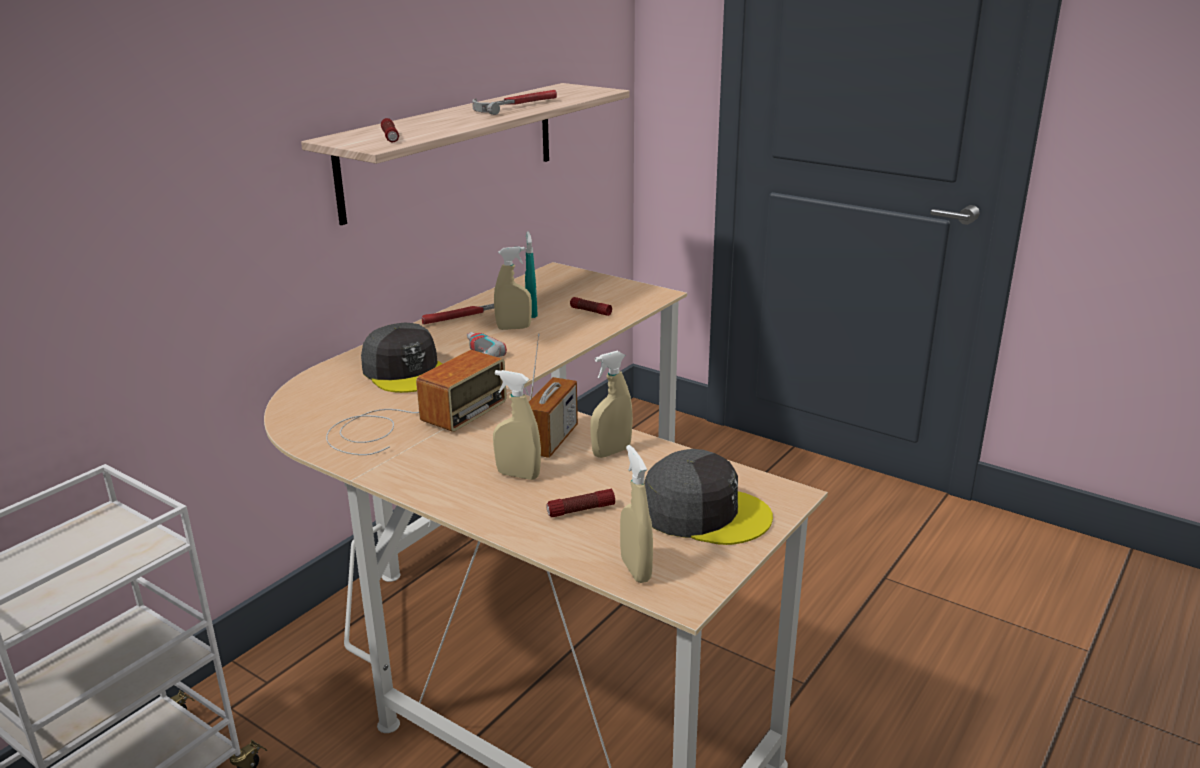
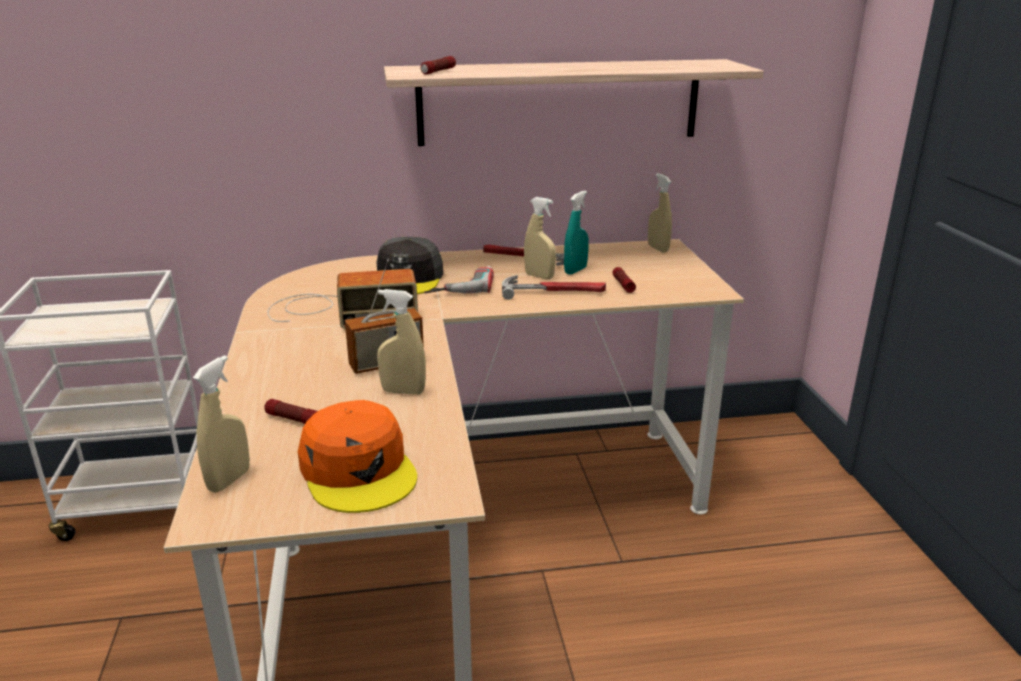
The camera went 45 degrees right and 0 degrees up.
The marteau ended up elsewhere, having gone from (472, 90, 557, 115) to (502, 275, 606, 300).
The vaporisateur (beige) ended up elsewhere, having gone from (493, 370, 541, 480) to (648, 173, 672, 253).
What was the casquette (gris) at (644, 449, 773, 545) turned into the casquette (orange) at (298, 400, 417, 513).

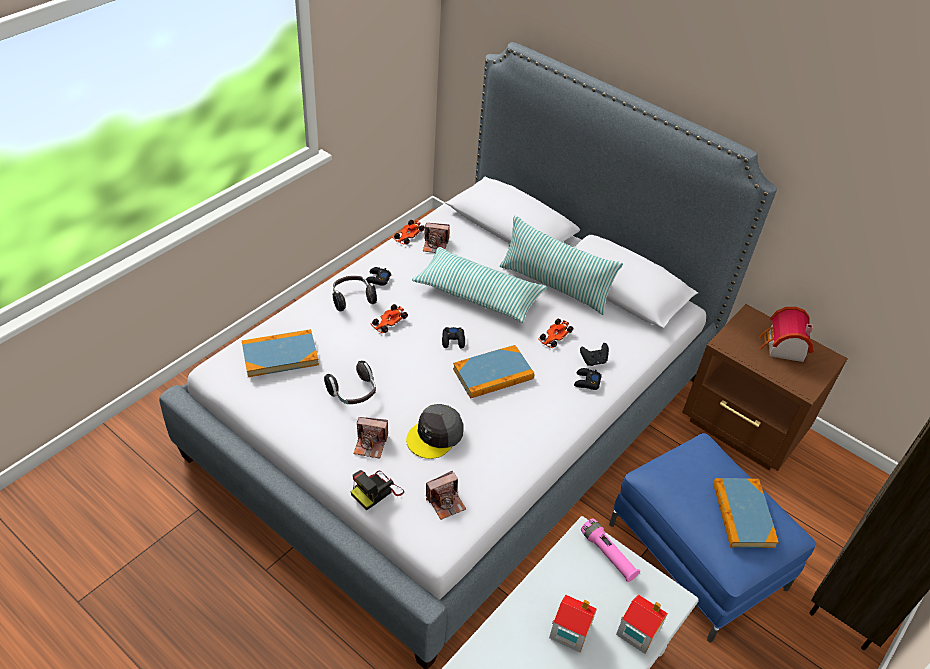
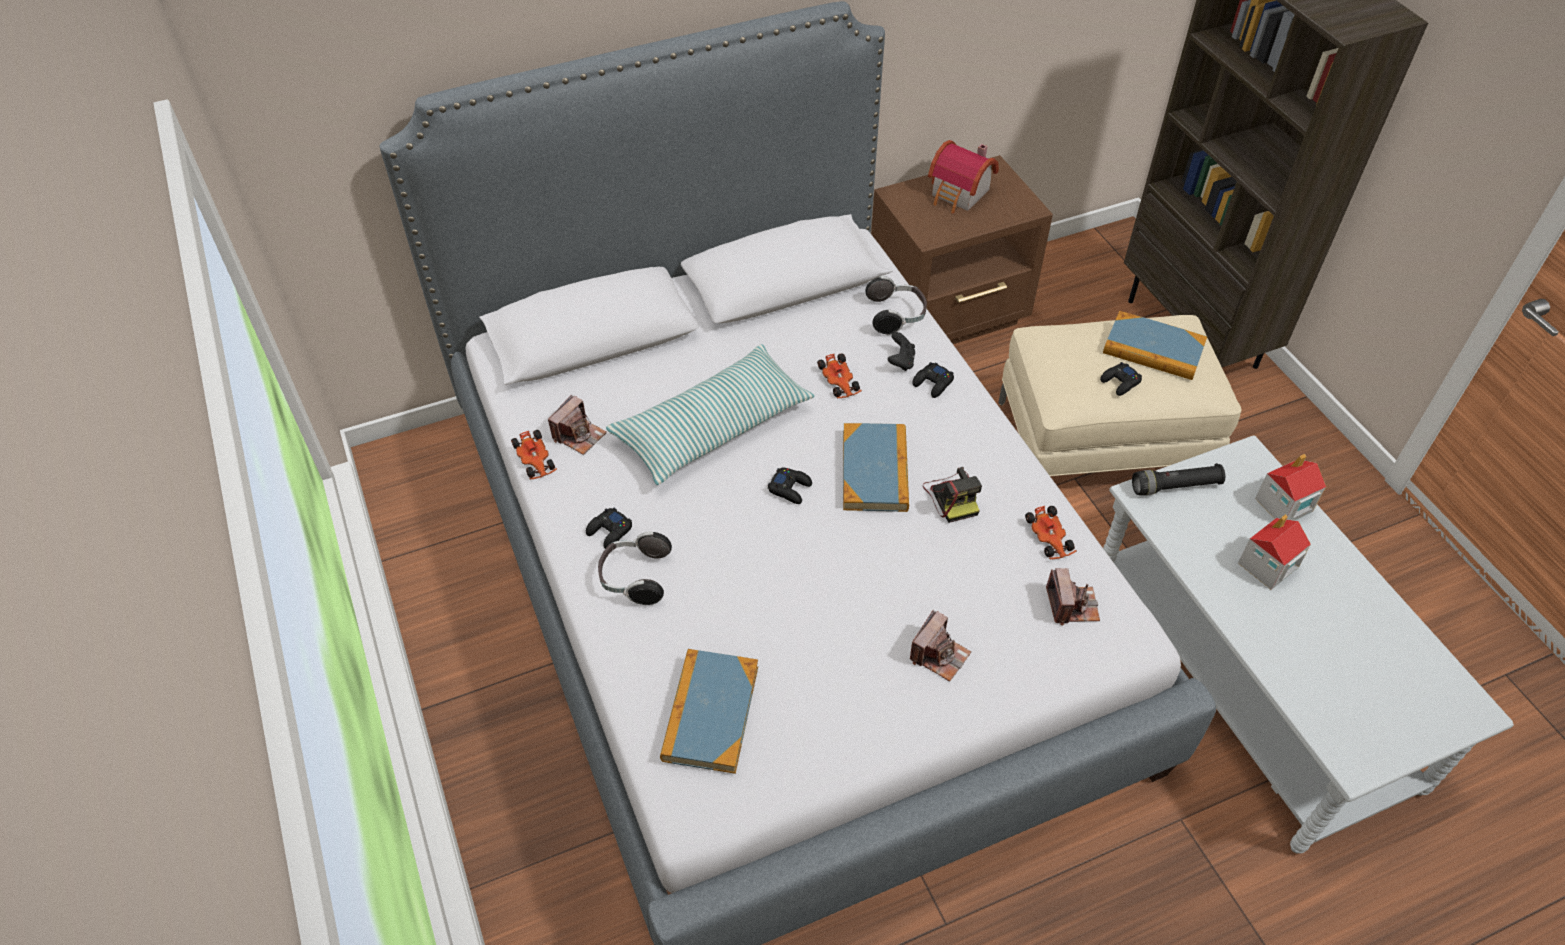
The camera went 60 degrees left and 5 degrees up.
The casque audio ended up elsewhere, having gone from (324, 360, 376, 404) to (865, 276, 927, 335).
The appareil photo ended up elsewhere, having gone from (351, 470, 404, 510) to (923, 467, 982, 523).
The petite voiture ended up elsewhere, having gone from (370, 304, 408, 333) to (1025, 506, 1077, 559).
The second view lost the casquette (gris) at (406, 404, 463, 459).
The second view lost the coussin at (500, 216, 623, 315).
What was the lampe de poche (rose) at (581, 518, 641, 582) turned into the lampe de poche (noir) at (1132, 463, 1225, 495).
What was the pouf (bleu) at (609, 433, 816, 642) turned into the pouf (beige) at (998, 315, 1242, 476).
The second view gained the manette (noir) at (1100, 362, 1142, 396).

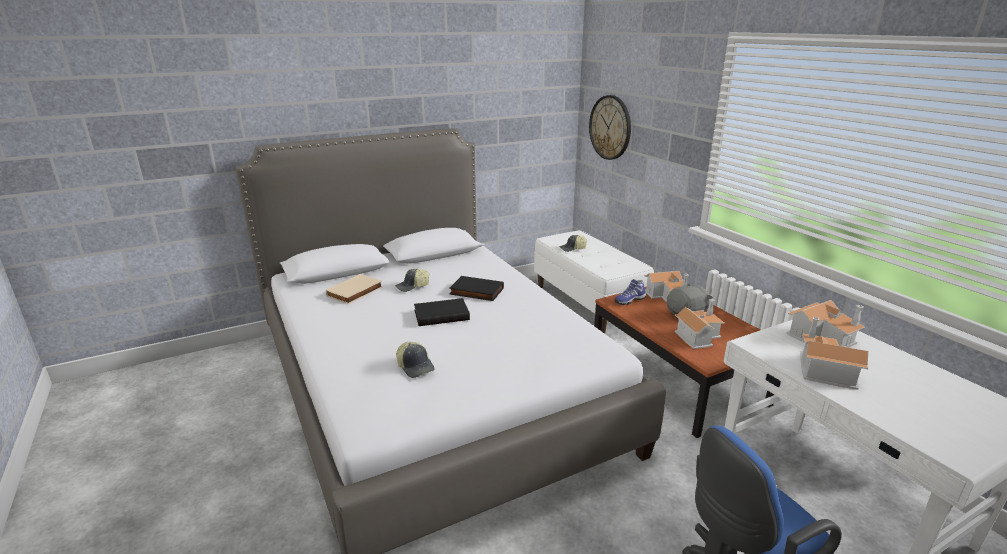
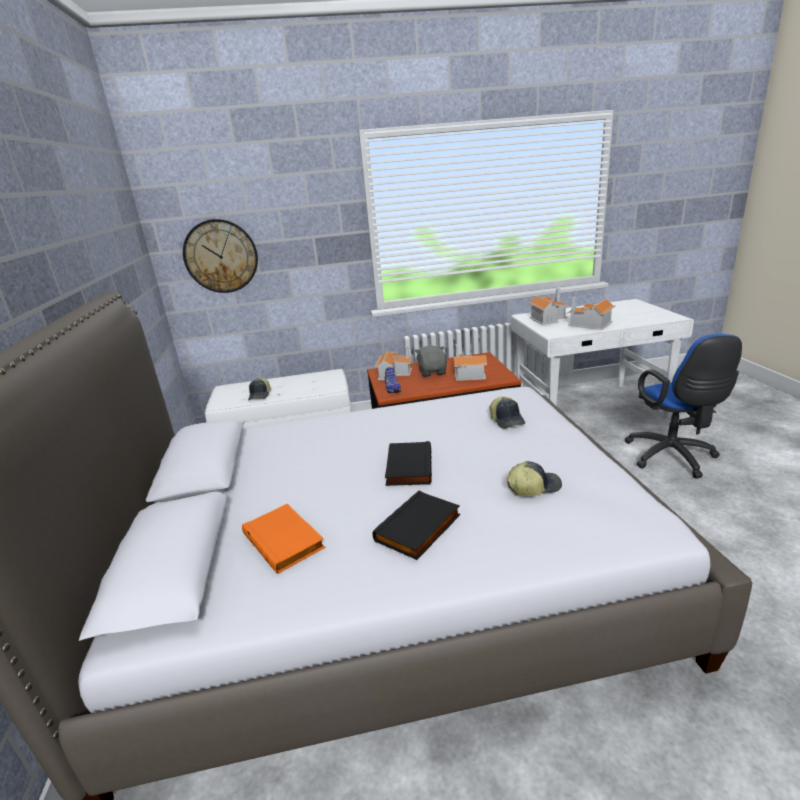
The camera went 70 degrees left and 0 degrees up.
What was the livre (beige) at (326, 274, 383, 304) turned into the livre (orange) at (242, 504, 325, 574).
The casquette ended up elsewhere, having gone from (395, 268, 429, 292) to (490, 397, 525, 429).
The livre (noir) ended up elsewhere, having gone from (449, 276, 504, 301) to (372, 491, 460, 560).

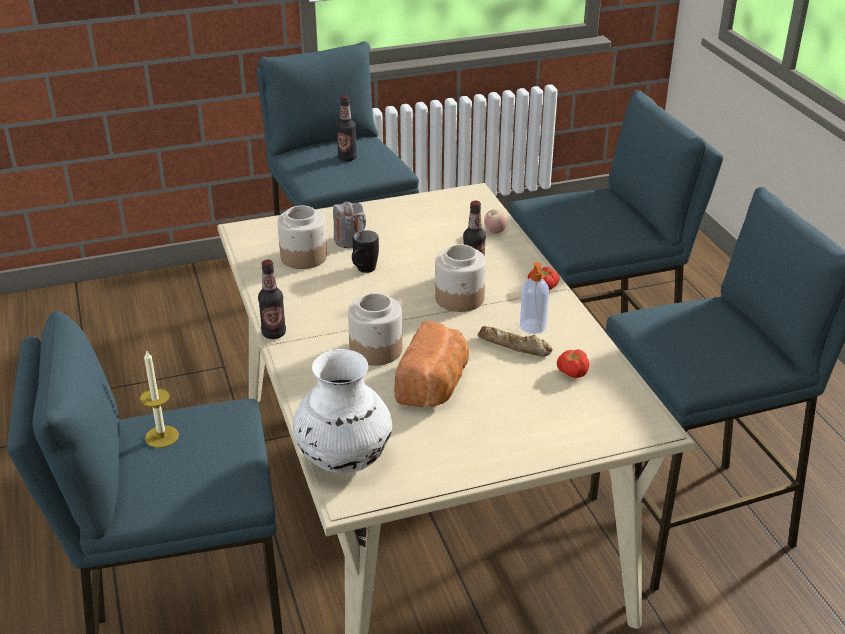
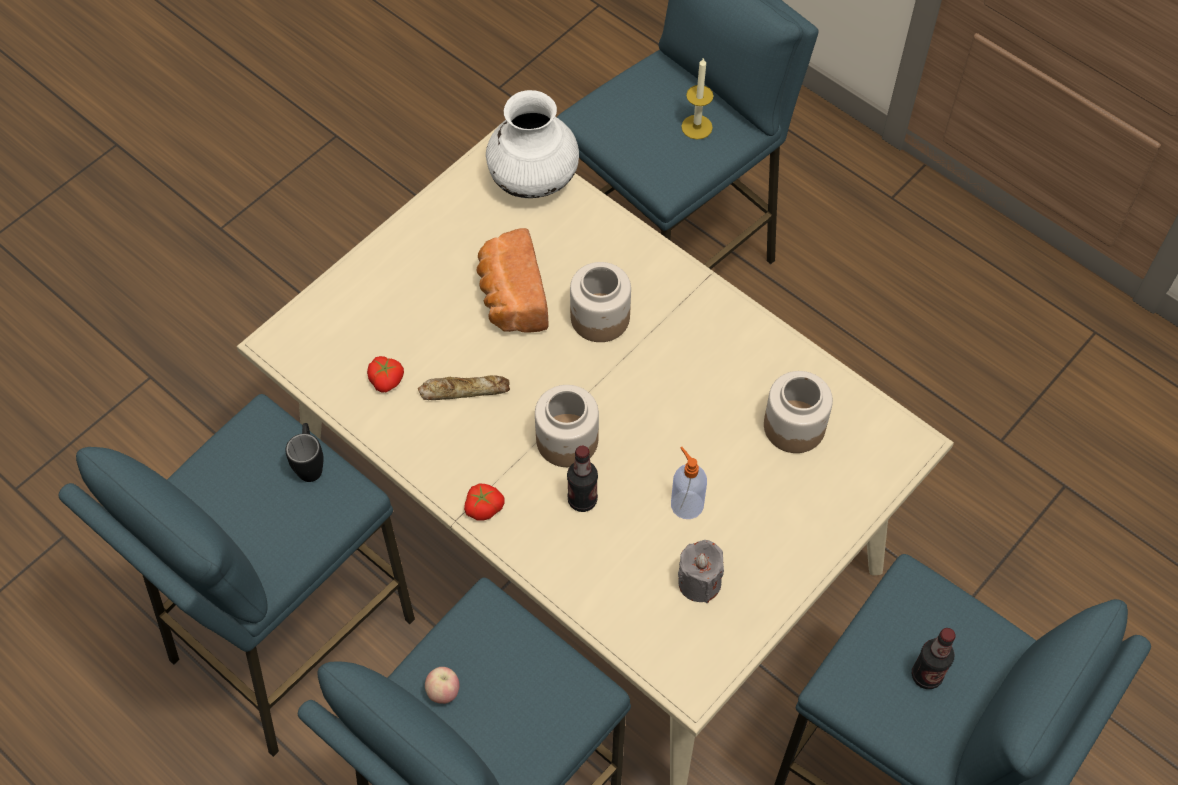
The camera went 150 degrees right and 25 degrees up.
The second view lost the bouteille at (258, 259, 286, 339).
The bougie (gris) ended up elsewhere, having gone from (333, 201, 366, 248) to (678, 540, 724, 603).
The mug (noir) ended up elsewhere, having gone from (352, 230, 379, 273) to (285, 423, 324, 482).
The pomme ended up elsewhere, having gone from (484, 209, 507, 234) to (425, 667, 459, 704).
The distributeur de savon ended up elsewhere, having gone from (520, 262, 549, 334) to (671, 447, 707, 519).

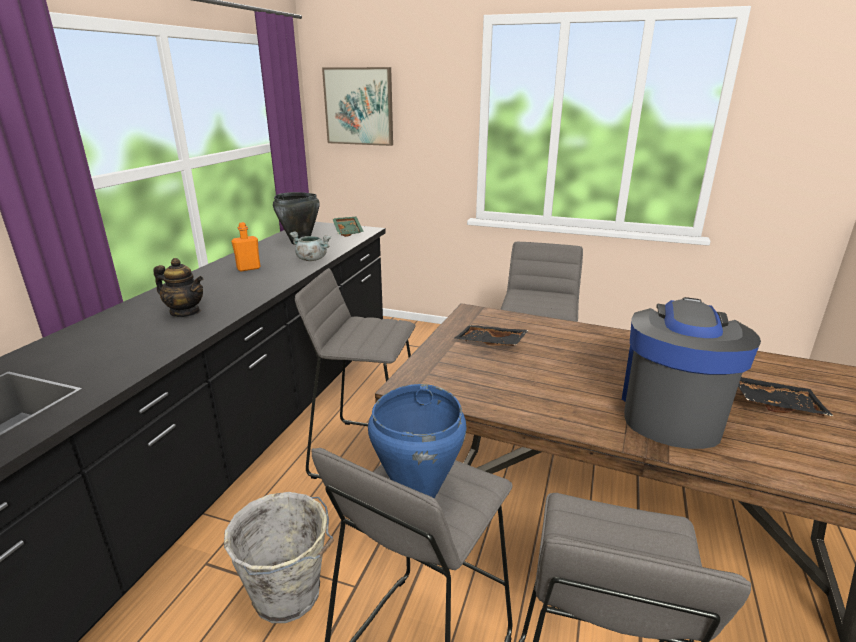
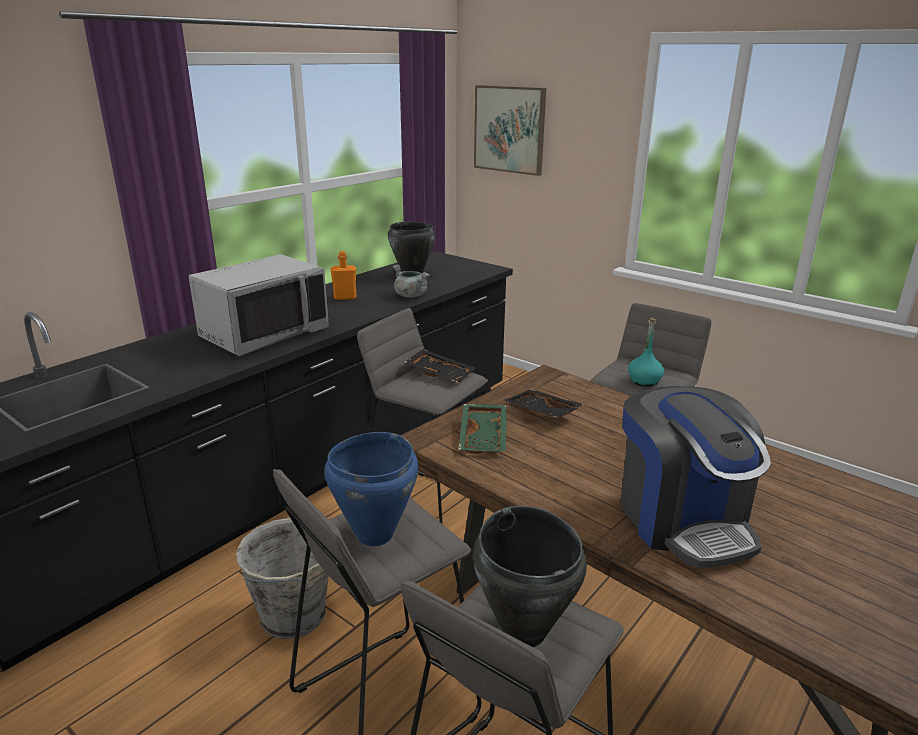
The camera went 20 degrees right and 0 degrees up.
Where the théière stood at (153, 258, 203, 317), the micro-ondes (gris) came to stand at (189, 254, 329, 356).
The plateau (vert) ended up elsewhere, having gone from (332, 216, 364, 237) to (459, 404, 507, 454).
The machine à café at (622, 297, 761, 449) ended up facing another way, 120 degrees clockwise from before.
The plateau (noir) ended up elsewhere, having gone from (738, 377, 833, 416) to (405, 349, 475, 383).
The second view gained the marmite (noir) at (473, 506, 587, 647).
The second view gained the bouteille (turquoise) at (628, 318, 664, 387).

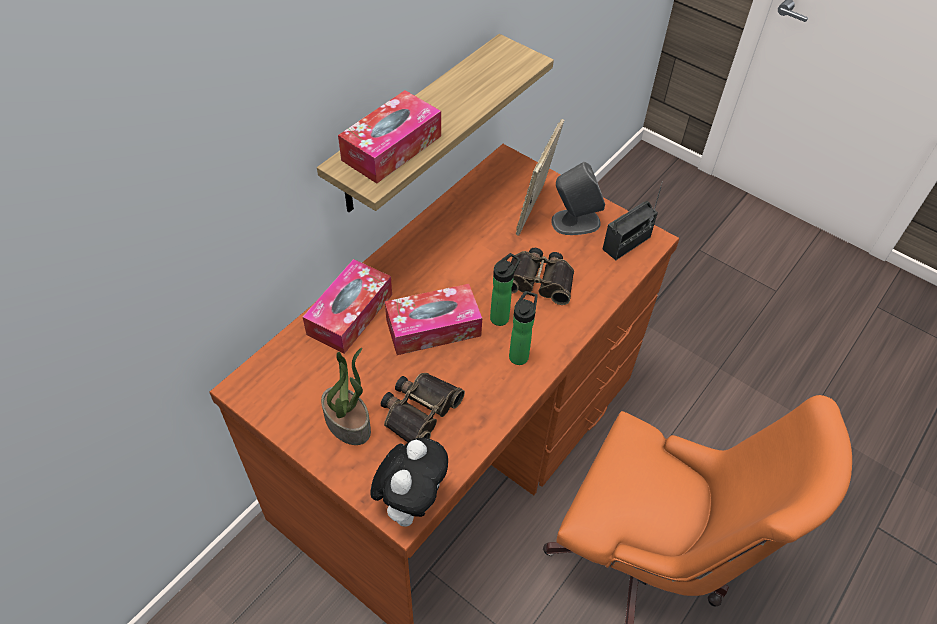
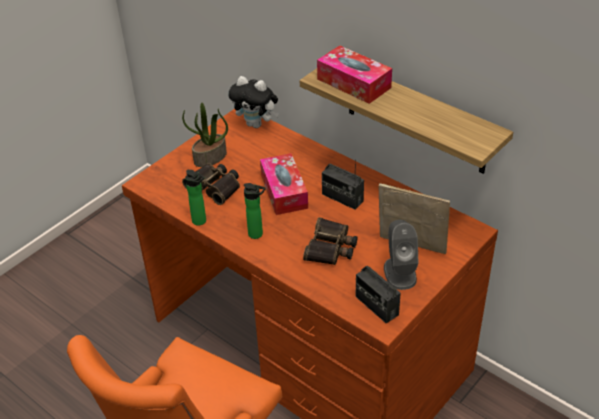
The camera went 95 degrees right and 10 degrees down.
The second view lost the boîte à mouchoirs at (303, 259, 392, 354).
The peluche ended up elsewhere, having gone from (370, 438, 448, 526) to (228, 76, 279, 128).
The bouteille ended up elsewhere, having gone from (490, 253, 520, 326) to (185, 170, 206, 226).
The second view gained the radio at (322, 160, 364, 210).

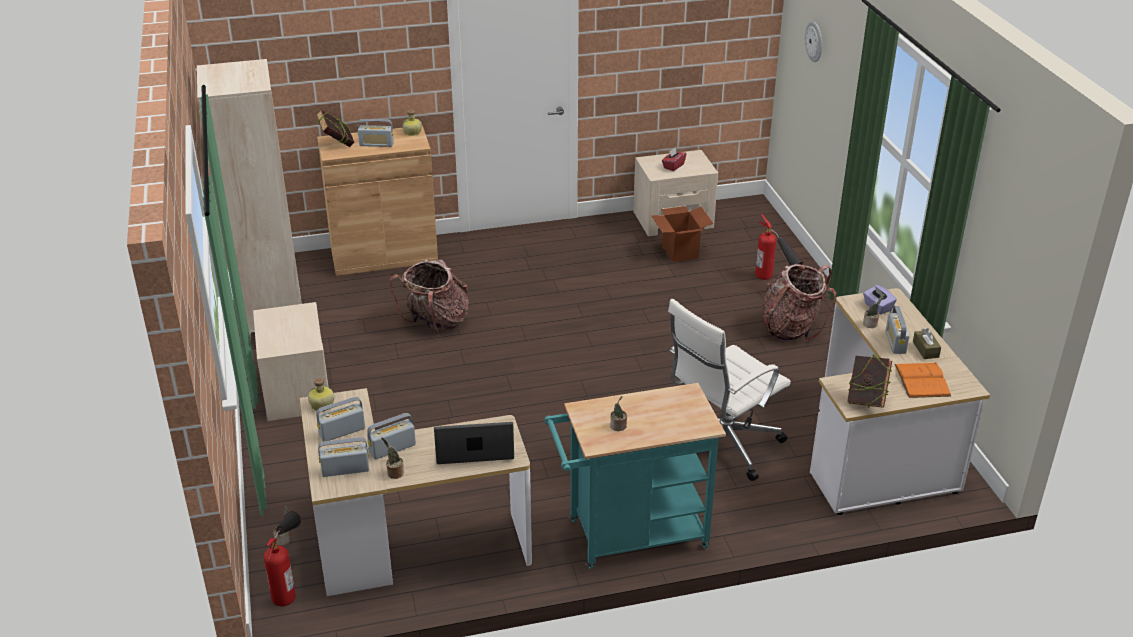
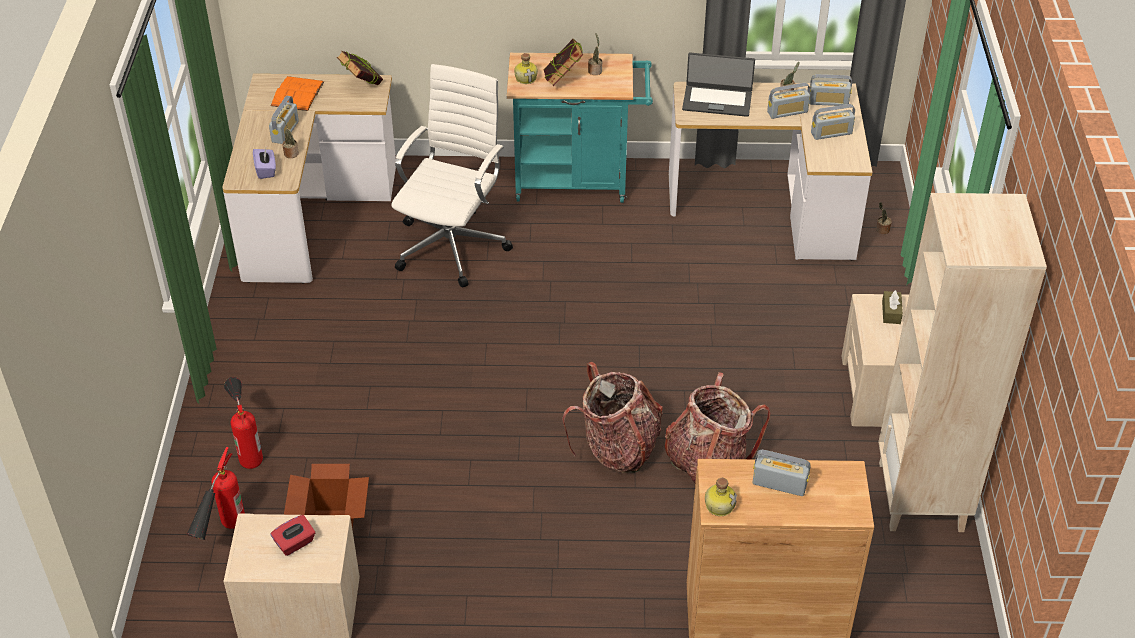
The camera went 165 degrees left and 10 degrees up.
The extincteur ended up elsewhere, having gone from (264, 511, 301, 606) to (186, 447, 245, 540).
The bouteille ended up elsewhere, having gone from (308, 378, 334, 411) to (514, 53, 538, 84).
The livre ended up elsewhere, having gone from (316, 110, 354, 147) to (544, 39, 583, 86).
The chaise de bureau (blanc) at (668, 299, 791, 481) ended up facing another way, 45 degrees counterclockwise from before.
The sac à dos ended up elsewhere, having gone from (762, 264, 836, 341) to (562, 362, 663, 473).
The second view lost the horloge murale at (805, 21, 822, 62).
The boîte à mouchoirs (marron) ended up elsewhere, having gone from (913, 328, 941, 359) to (882, 290, 903, 324).

